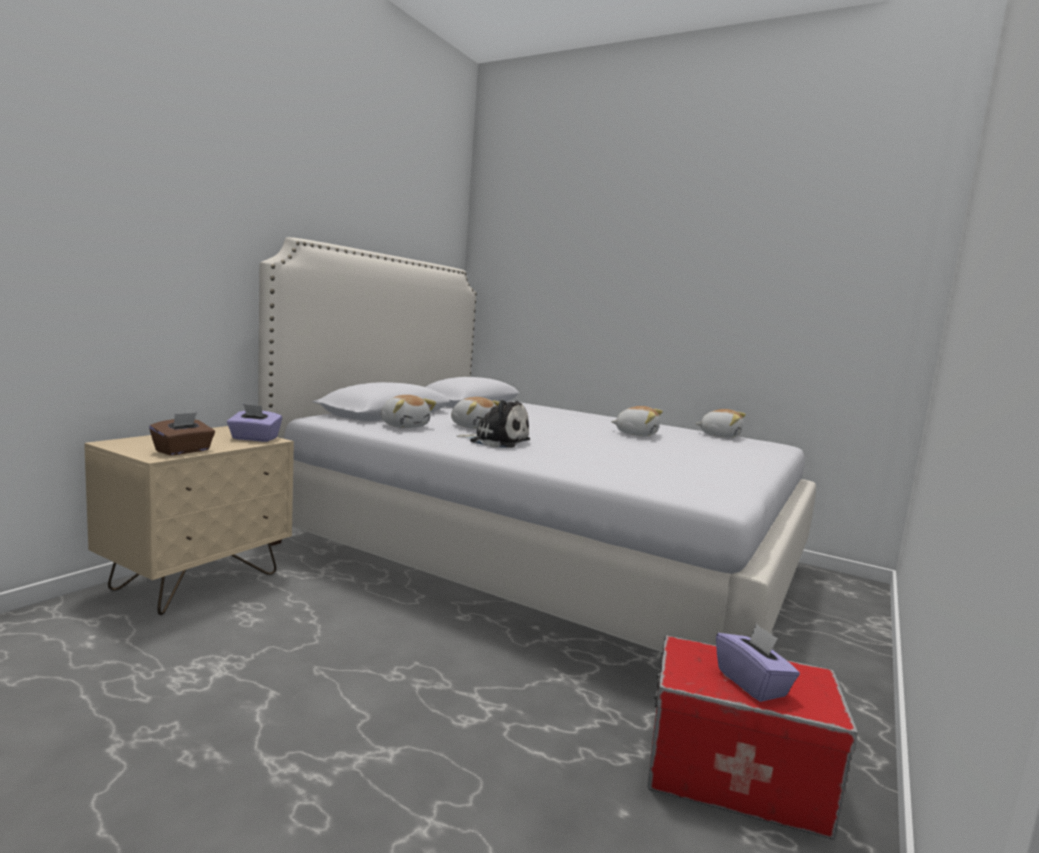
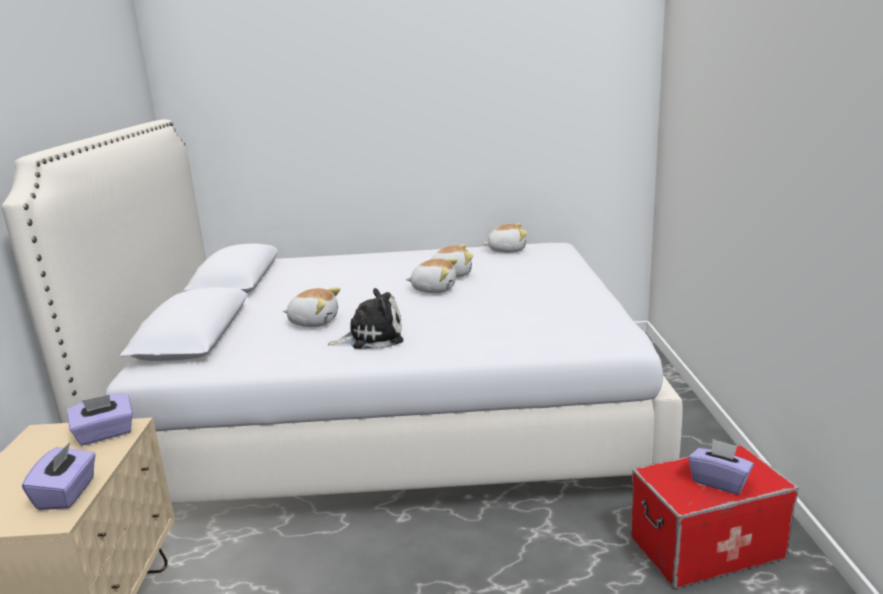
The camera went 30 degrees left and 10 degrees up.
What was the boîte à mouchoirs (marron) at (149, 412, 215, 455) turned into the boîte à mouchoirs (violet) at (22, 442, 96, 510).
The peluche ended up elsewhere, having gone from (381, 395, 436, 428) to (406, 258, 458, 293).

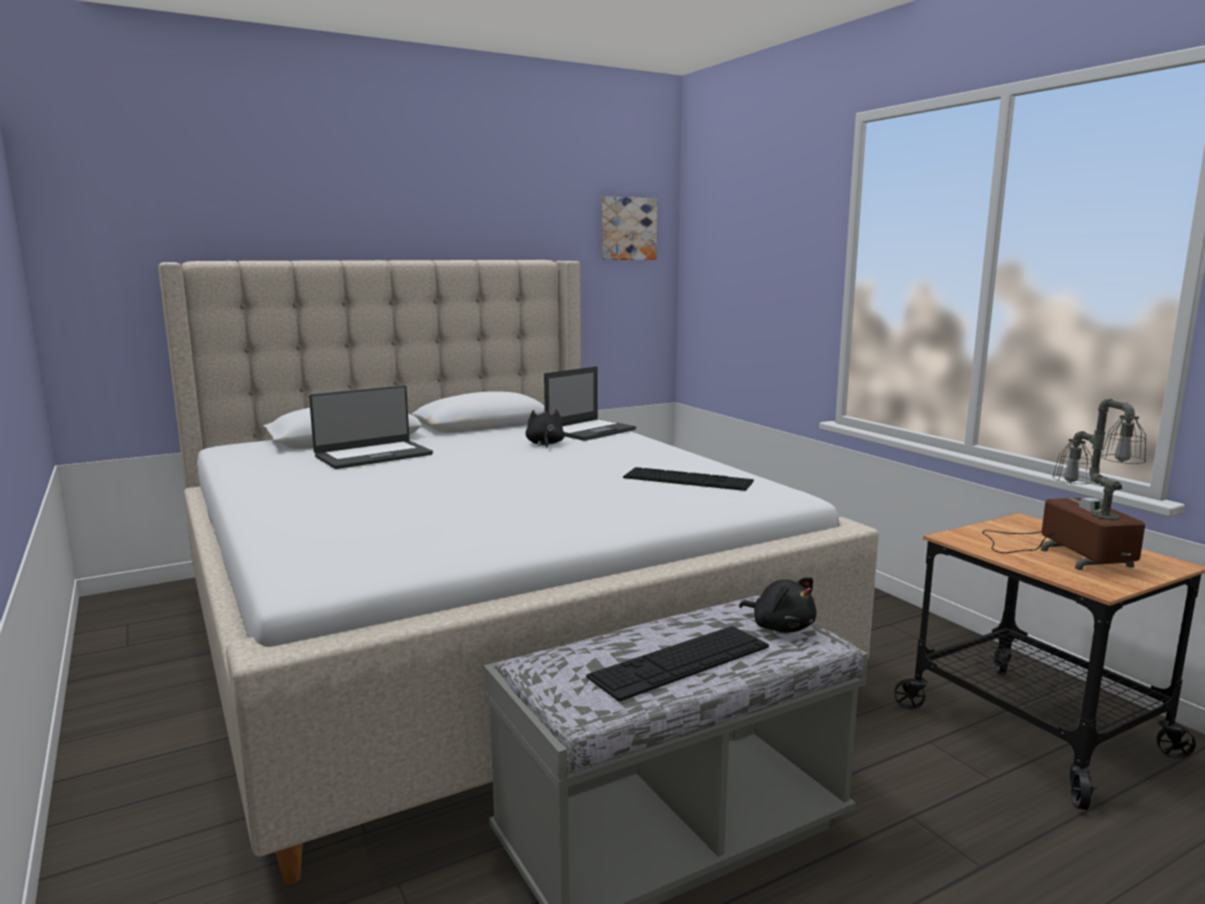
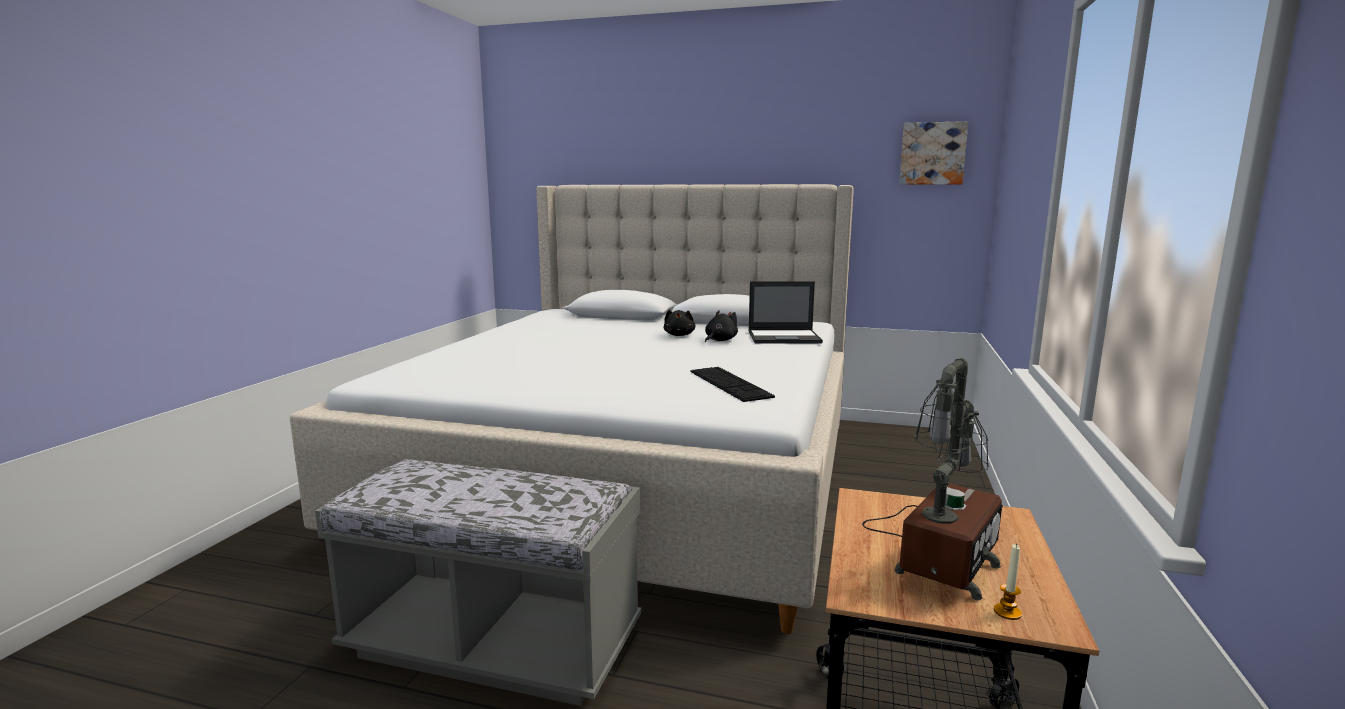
The camera went 45 degrees right and 0 degrees up.
The second view lost the ordinateur portable at (309, 385, 433, 469).
The second view lost the clavier at (586, 626, 769, 702).
The peluche (noir) ended up elsewhere, having gone from (739, 577, 816, 633) to (664, 309, 696, 336).
The second view gained the bougie at (994, 544, 1022, 620).

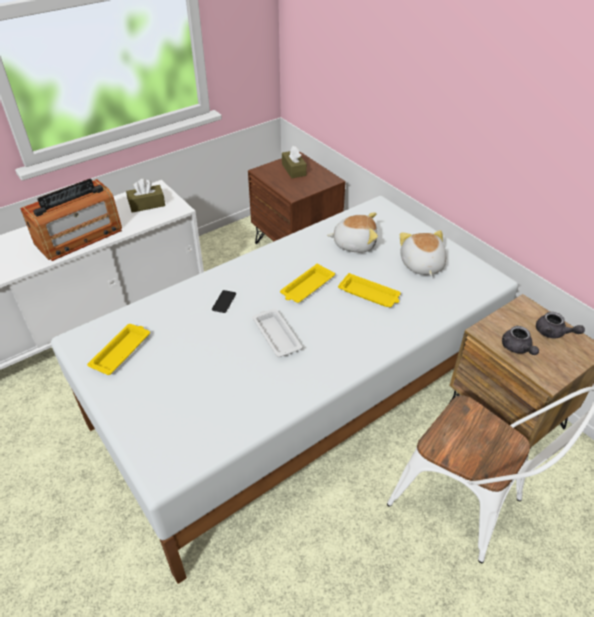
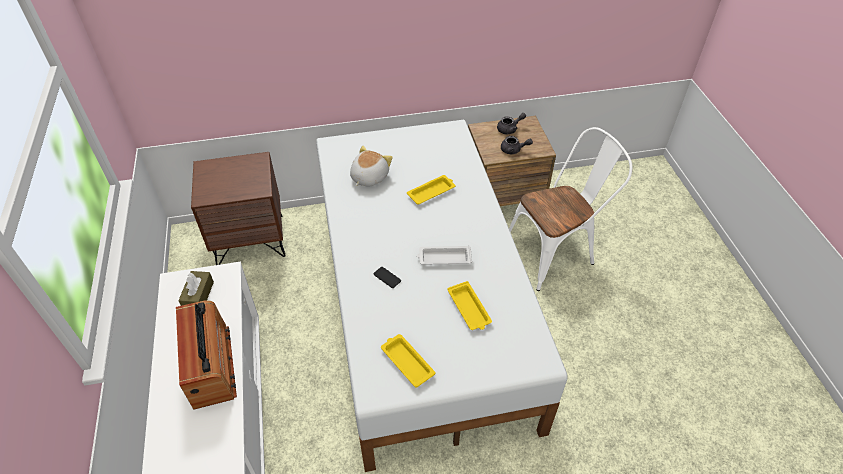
The camera went 65 degrees left and 5 degrees up.
The plateau (jaune) ended up elsewhere, having gone from (280, 264, 335, 303) to (447, 281, 492, 330).
The second view lost the boîte à mouchoirs (marron) at (282, 146, 307, 178).
The second view lost the peluche at (400, 230, 447, 276).

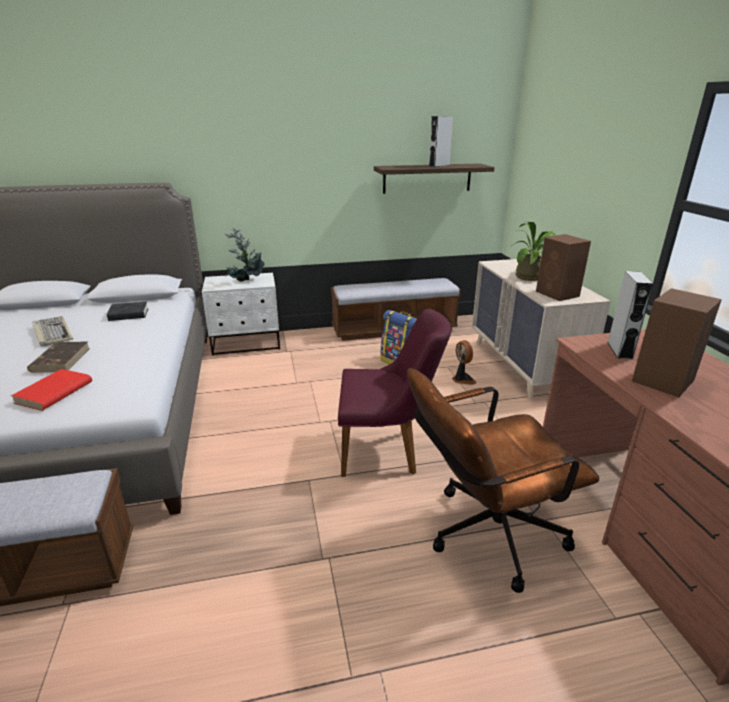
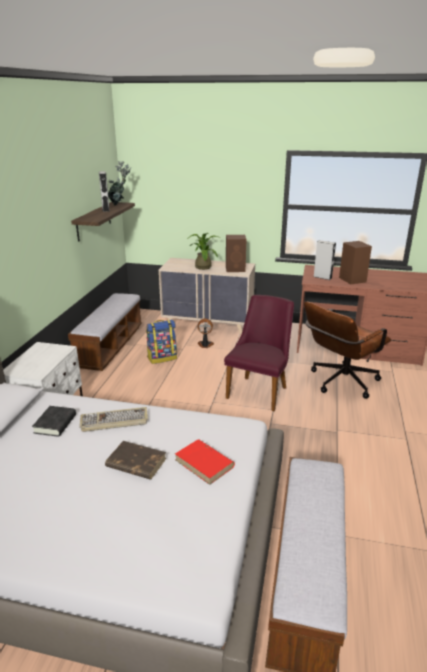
The camera went 65 degrees left and 0 degrees up.
The clavier ended up elsewhere, having gone from (32, 316, 73, 347) to (79, 407, 148, 432).
The plante en pot ended up elsewhere, having gone from (225, 227, 265, 282) to (108, 161, 131, 206).
The chaise de bureau (marron) at (407, 368, 599, 593) ended up facing another way, 45 degrees clockwise from before.

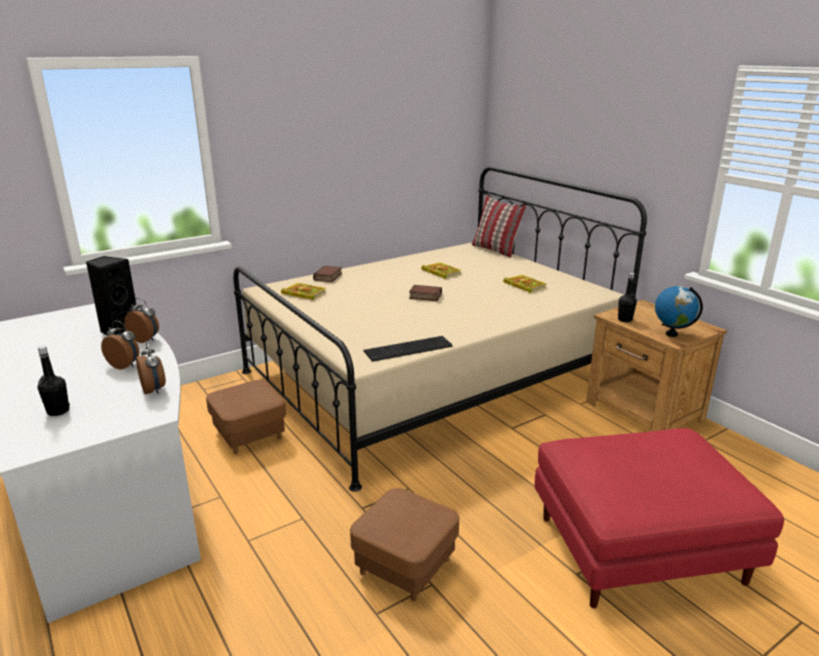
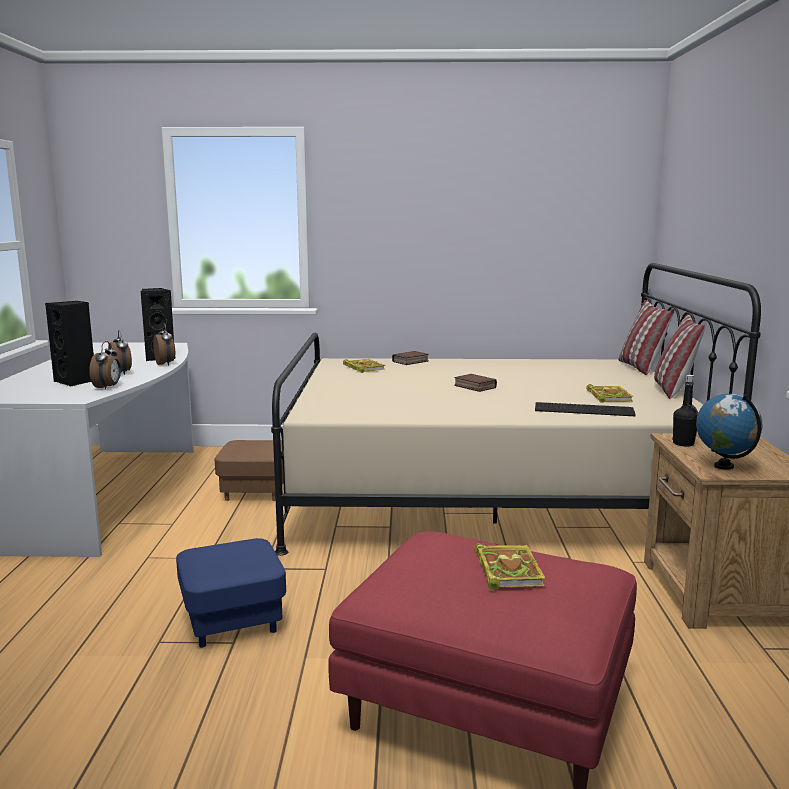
The camera went 35 degrees right and 10 degrees down.
The second view lost the bouteille (noir) at (38, 346, 70, 416).
What was the pouf (marron) at (350, 488, 459, 601) turned into the pouf (bleu) at (176, 538, 286, 647).
The clavier ended up elsewhere, having gone from (363, 336, 453, 362) to (535, 402, 635, 416).
The livre ended up elsewhere, having gone from (421, 262, 461, 279) to (474, 543, 545, 590).
The second view gained the enceinte (noir) at (45, 301, 94, 387).
The second view gained the coussin at (654, 314, 706, 399).

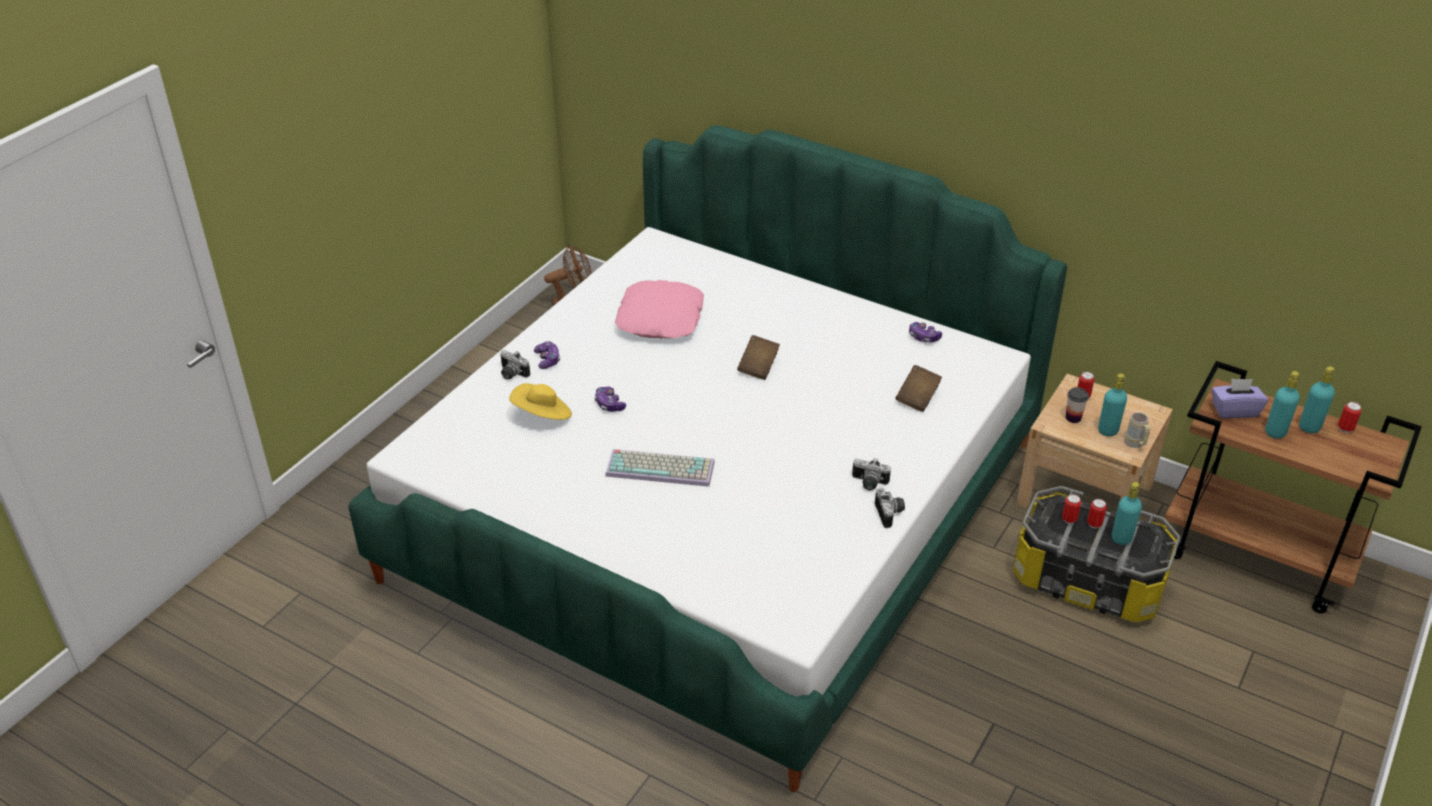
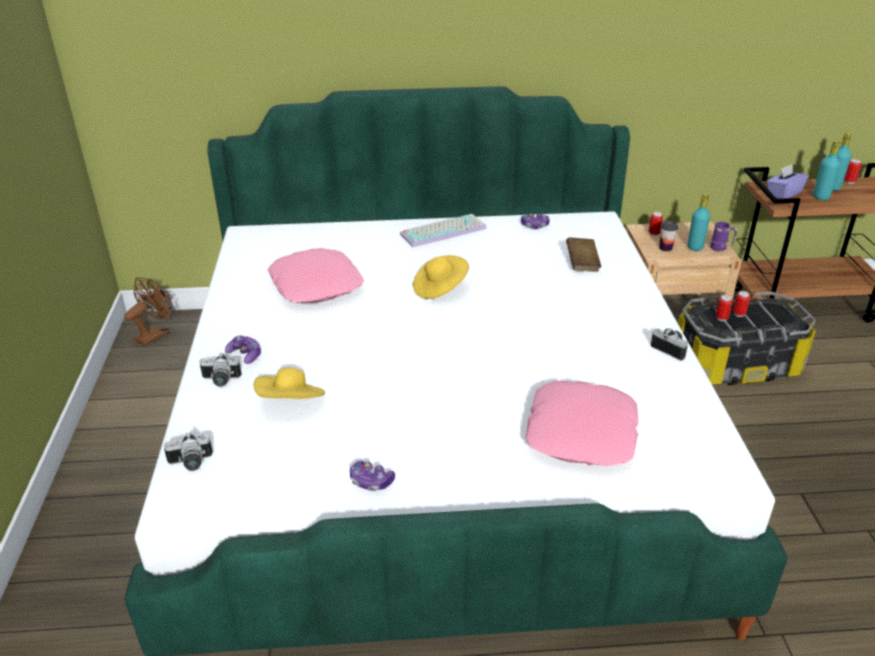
The camera went 35 degrees left and 5 degrees down.
The manette ended up elsewhere, having gone from (594, 387, 626, 412) to (350, 461, 395, 491).
The clavier ended up elsewhere, having gone from (605, 449, 715, 487) to (400, 214, 487, 248).
Where the livre (marron) stood at (737, 335, 780, 380), the chapeau (jaune) came to stand at (413, 255, 469, 299).
The appareil photo ended up elsewhere, having gone from (852, 458, 891, 491) to (164, 433, 213, 471).
The second view lost the bouteille (turquoise) at (1112, 482, 1142, 545).
What was the mug (beige) at (1124, 412, 1150, 448) turned into the mug (violet) at (710, 222, 737, 251).
The second view gained the coussin (rose) at (526, 381, 639, 466).

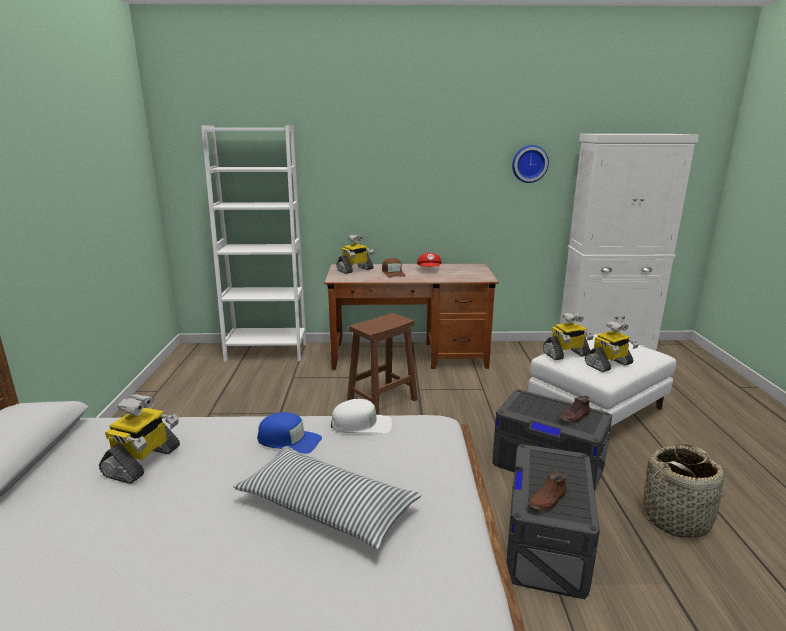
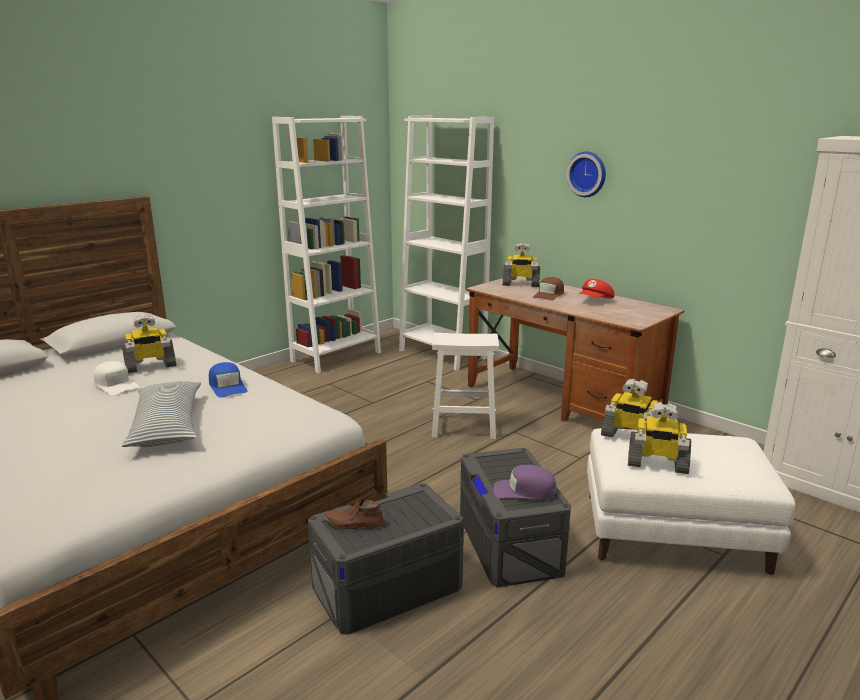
The camera went 45 degrees right and 0 degrees up.
The casquette (blanc) ended up elsewhere, having gone from (331, 399, 392, 433) to (94, 361, 139, 395).
What was the tabouret (marron) at (347, 313, 418, 415) turned into the tabouret (blanc) at (432, 333, 499, 439).
The horloge murale ended up elsewhere, having gone from (512, 145, 549, 183) to (566, 151, 606, 197).
Where the chaussure (marron) stood at (559, 396, 590, 423), the casquette (violet) came to stand at (493, 465, 557, 500).
The second view lost the panier at (641, 443, 727, 538).
The second view gained the bibliothèque (blanc) at (272, 116, 381, 374).

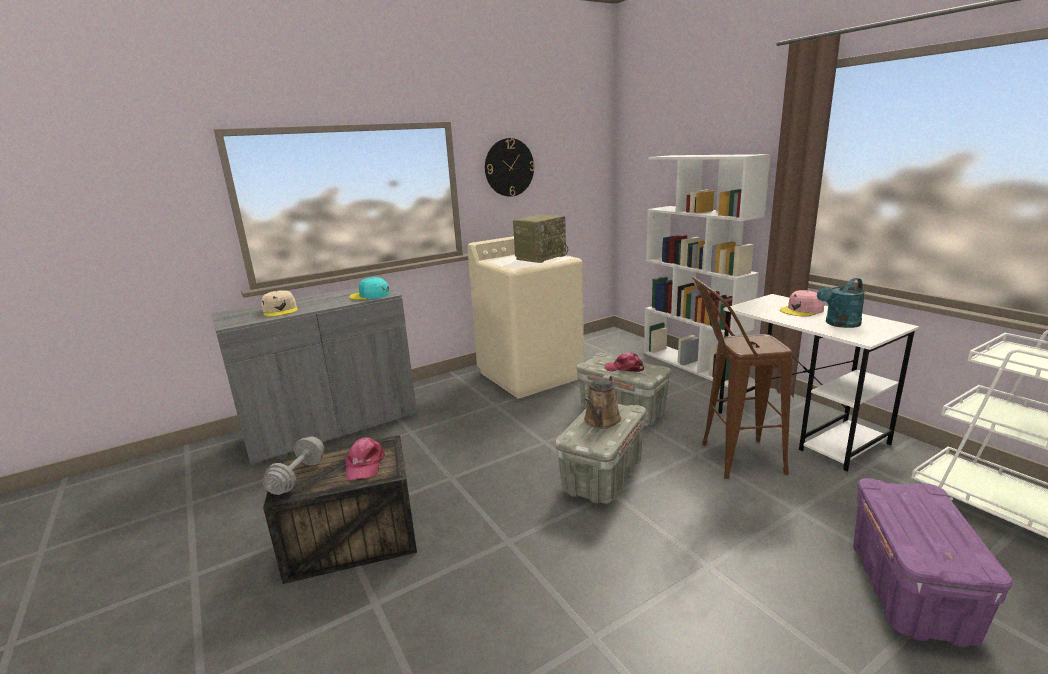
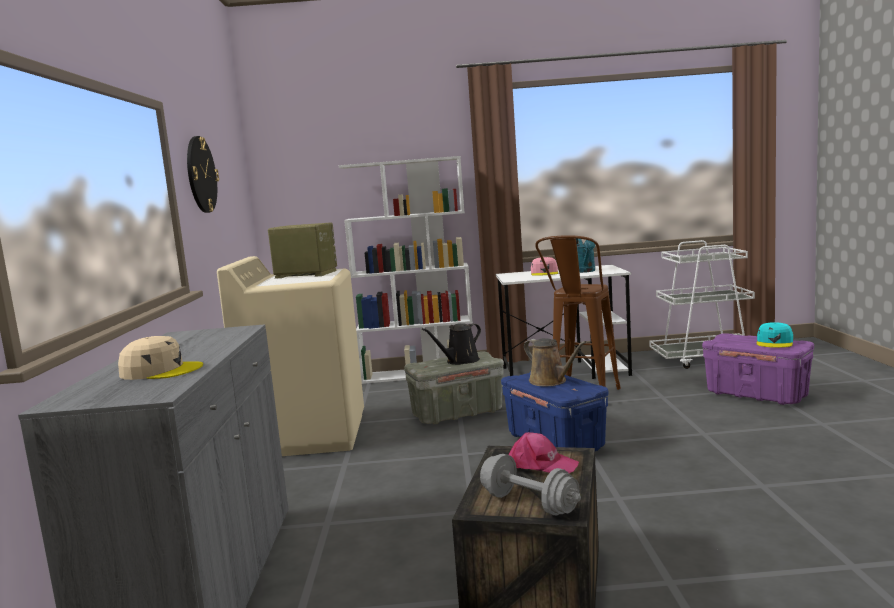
The camera went 60 degrees left and 10 degrees down.
The casquette (turquoise) ended up elsewhere, having gone from (349, 277, 390, 300) to (756, 322, 793, 348).
The radio at (513, 215, 568, 263) ended up facing another way, 60 degrees counterclockwise from before.
What was the boîte de rangement (gris) at (555, 404, 646, 504) turned into the boîte de rangement (bleu) at (501, 372, 609, 451).
Where the casquette (rose) stood at (604, 353, 644, 372), the arrosoir (noir) came to stand at (422, 323, 481, 365).

